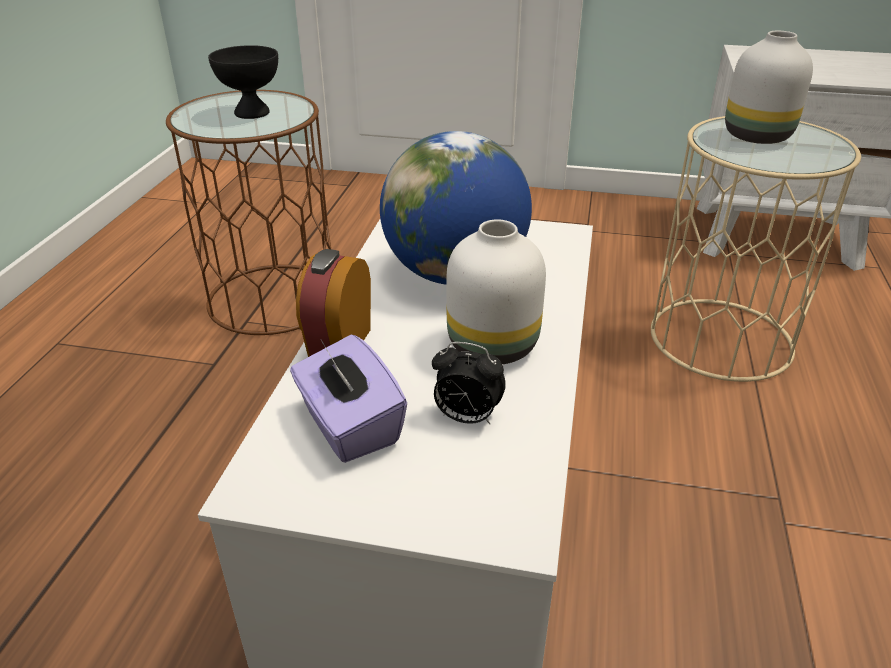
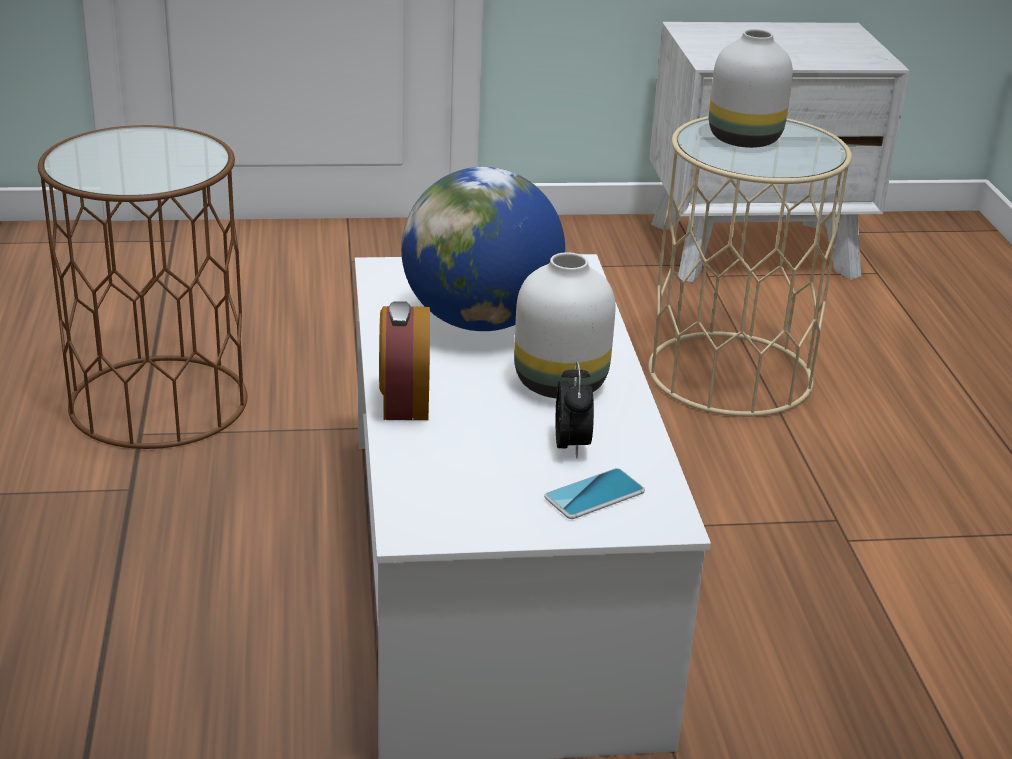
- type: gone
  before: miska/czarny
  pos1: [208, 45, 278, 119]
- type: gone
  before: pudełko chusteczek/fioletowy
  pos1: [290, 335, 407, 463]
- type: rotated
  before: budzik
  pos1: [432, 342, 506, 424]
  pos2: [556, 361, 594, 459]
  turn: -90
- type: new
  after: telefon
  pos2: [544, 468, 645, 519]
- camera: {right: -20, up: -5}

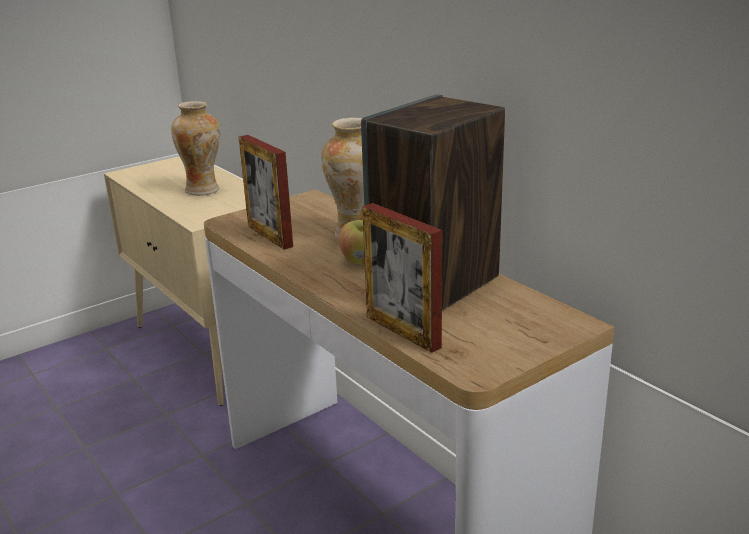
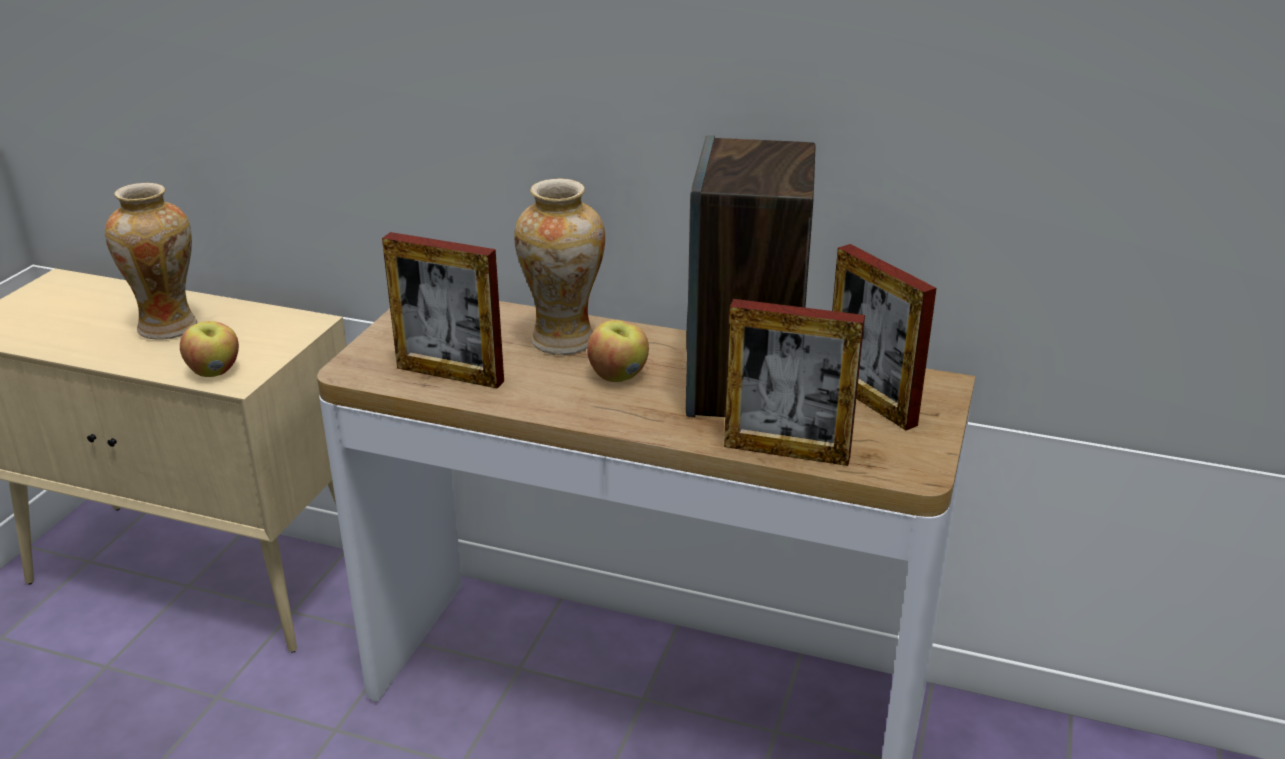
- type: new
  after: jabłko
  pos2: [180, 321, 239, 377]
- type: new
  after: ramka na zdjęcie
  pos2: [832, 244, 937, 430]
- camera: {right: -35, up: 5}

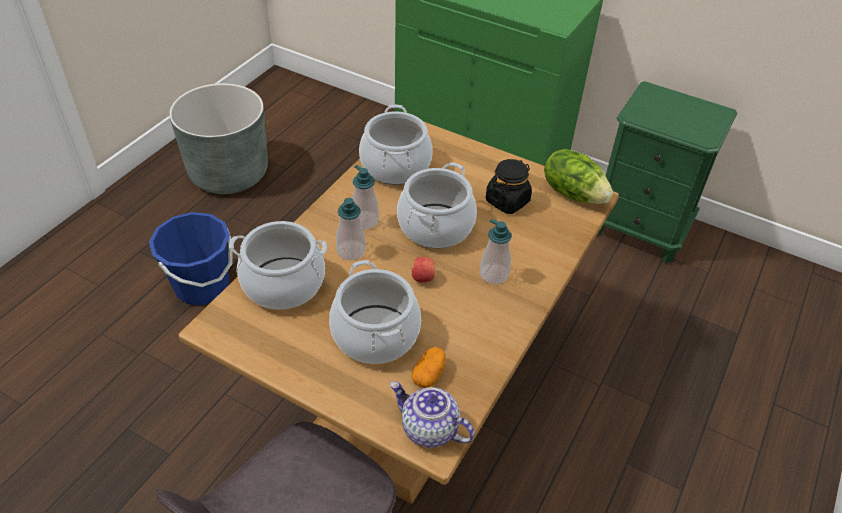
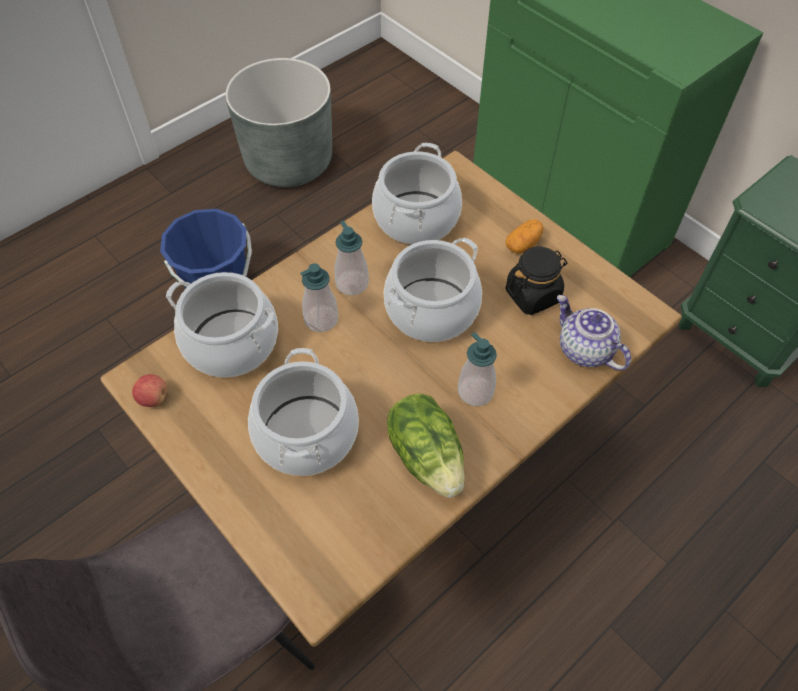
- type: shifted
  before: imbryk
  pos1: [390, 381, 475, 447]
  pos2: [557, 295, 631, 371]
- type: shifted
  before: jabłko
  pos1: [411, 257, 436, 283]
  pos2: [132, 374, 167, 407]
- type: shifted
  before: ziemniak
  pos1: [411, 347, 446, 388]
  pos2: [505, 219, 544, 254]
- type: shifted
  before: sałata
  pos1: [544, 149, 613, 204]
  pos2: [387, 393, 465, 498]
- camera: {right: 20, up: 10}

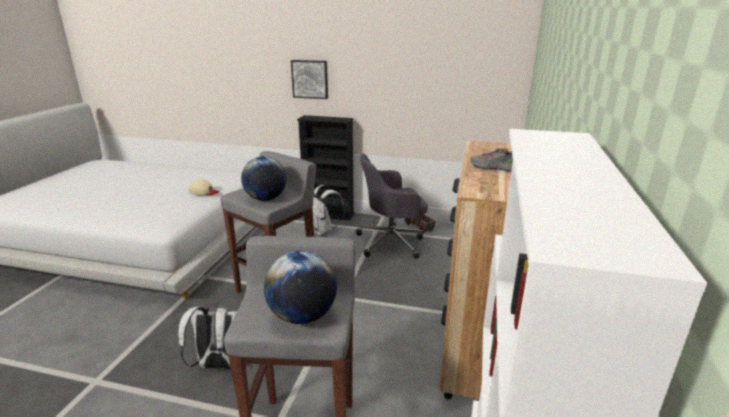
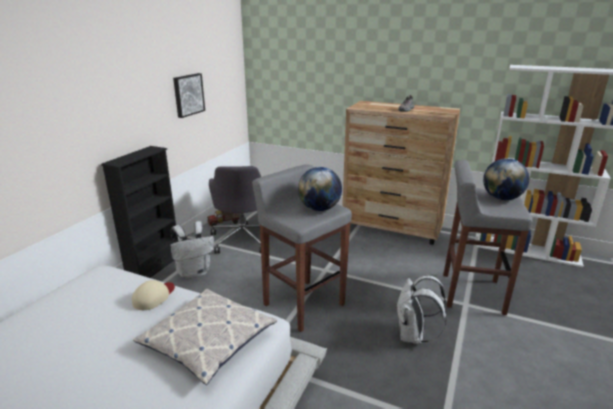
- type: shifted
  before: obraz
  pos1: [291, 60, 328, 99]
  pos2: [173, 73, 205, 118]
- type: new
  after: poduszka
  pos2: [133, 289, 277, 385]
- camera: {right: -80, up: 0}

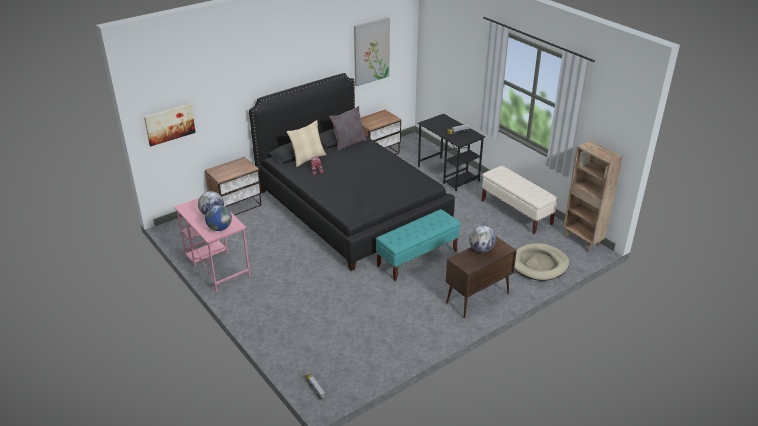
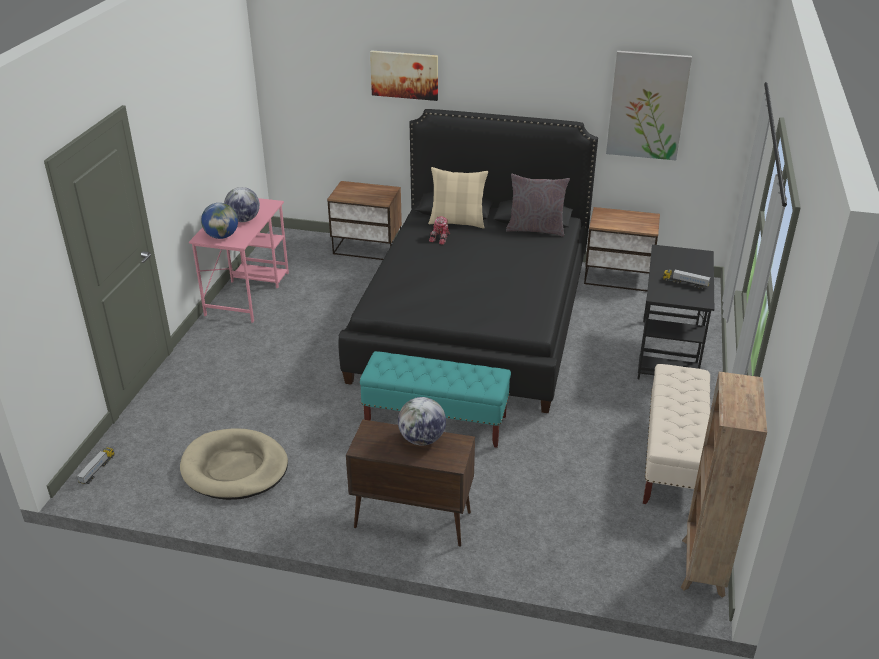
- type: shifted
  before: obraz
  pos1: [144, 104, 196, 146]
  pos2: [370, 50, 438, 101]
- type: shifted
  before: legowisko/beżowy
  pos1: [514, 243, 569, 281]
  pos2: [180, 428, 288, 500]
- camera: {right: 50, up: 0}

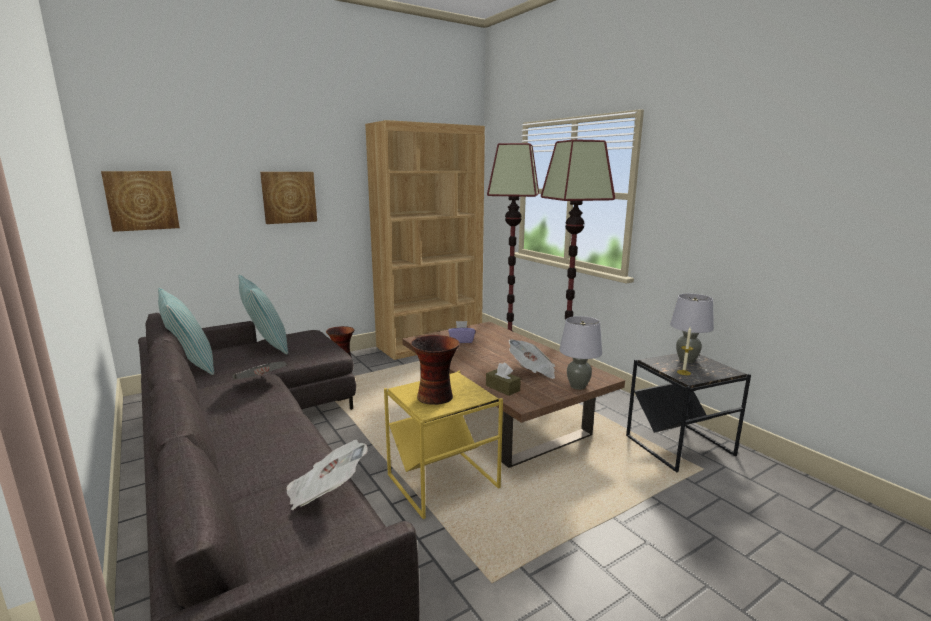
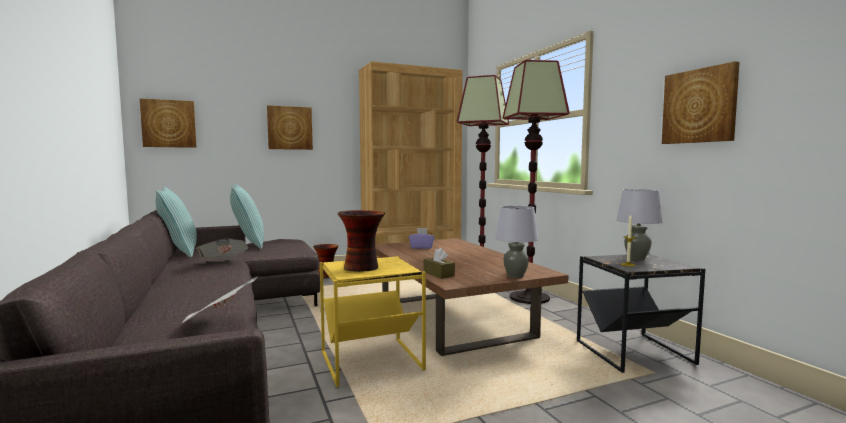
- type: gone
  before: gazeta
  pos1: [509, 339, 555, 379]
- type: new
  after: obraz
  pos2: [662, 61, 740, 144]
- camera: {right: 10, up: -10}

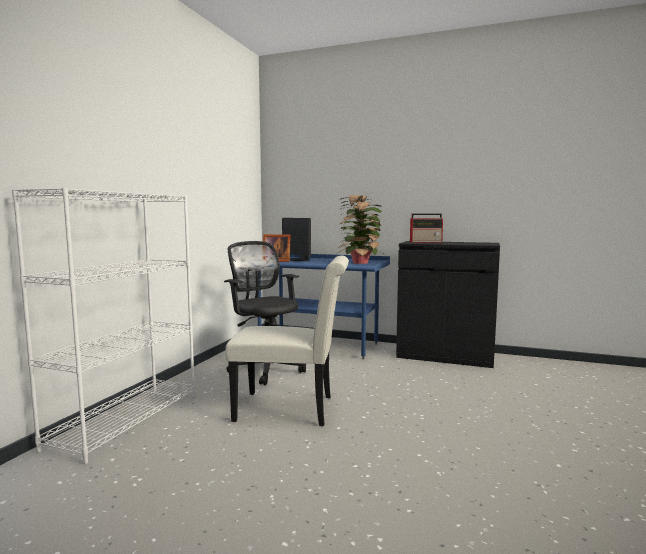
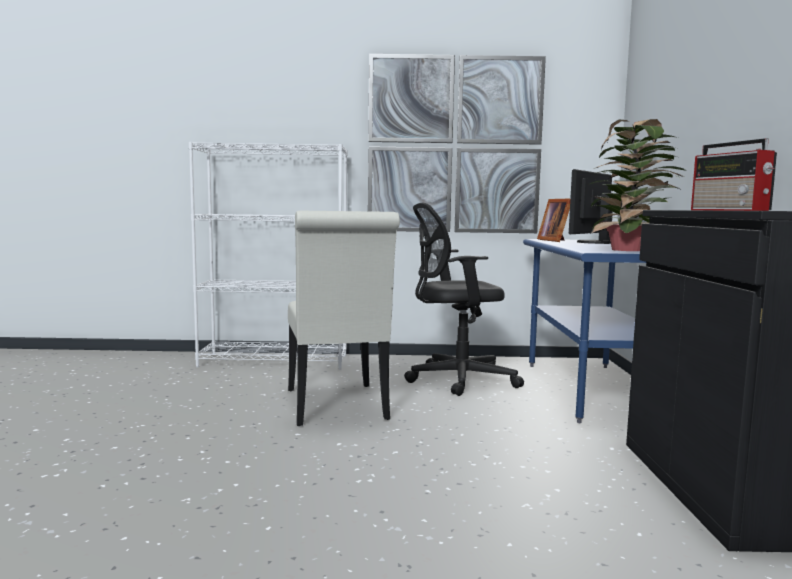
- type: rotated
  before: krzesło biurowe/czarny
  pos1: [224, 241, 306, 385]
  pos2: [404, 203, 524, 396]
  turn: -135
- type: new
  after: obraz
  pos2: [368, 54, 546, 233]
- camera: {right: 70, up: 0}

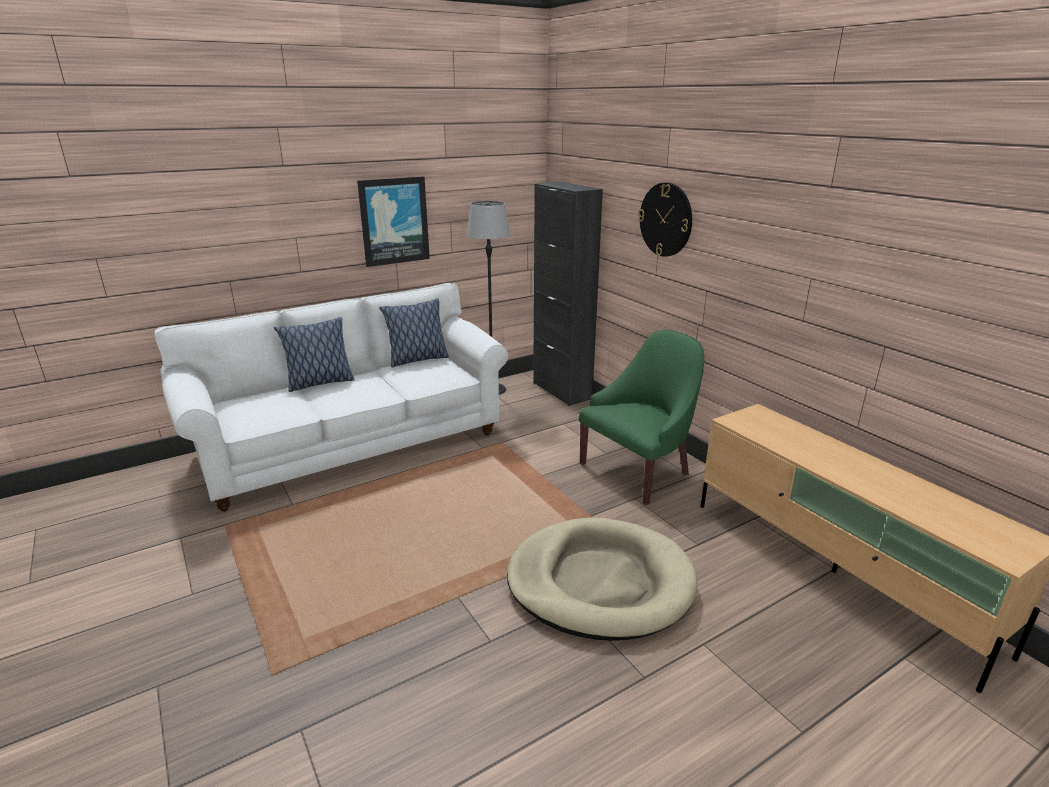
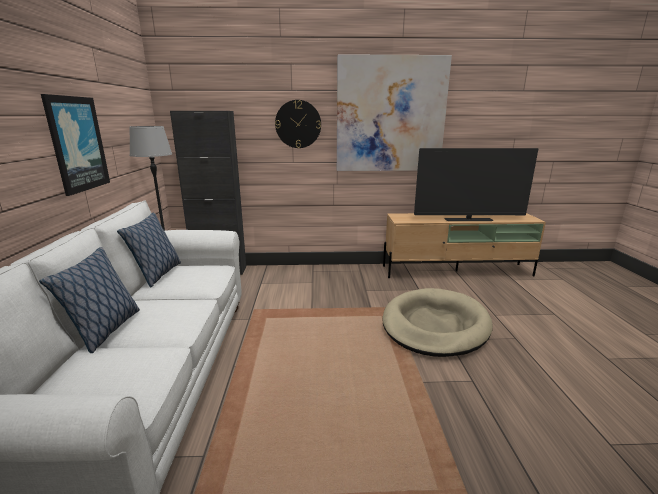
- type: gone
  before: fotel/zielony
  pos1: [579, 330, 704, 505]
- type: new
  after: obraz
  pos2: [337, 54, 452, 171]
- type: new
  after: telewizor
  pos2: [414, 148, 538, 221]
- camera: {right: -60, up: -5}

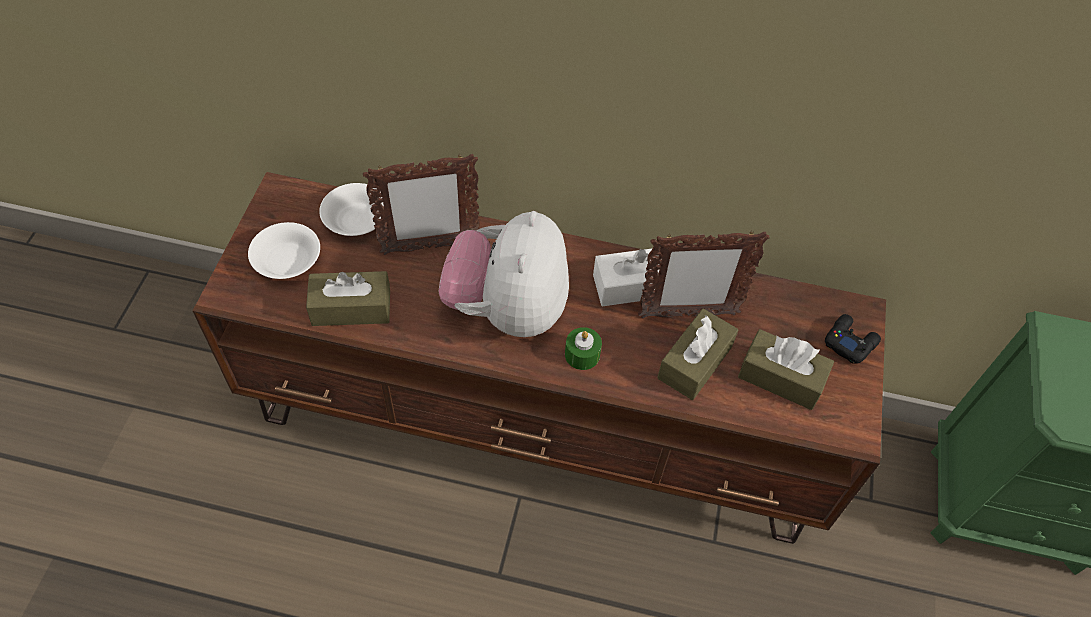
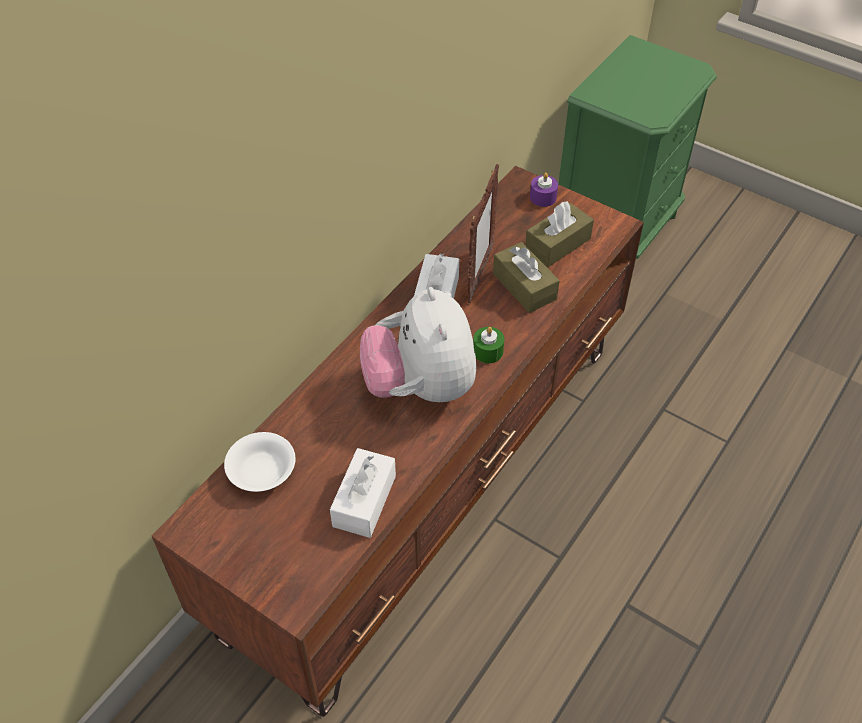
- type: gone
  before: miska/biały
  pos1: [248, 222, 320, 279]
- type: repainted
  before: pudełko chusteczek/brązowy
  after: pudełko chusteczek/biały
  pos1: [306, 271, 390, 326]
  pos2: [330, 448, 396, 538]
- type: gone
  before: ramka na zdjęcie
  pos1: [363, 154, 480, 255]
- type: rotated
  before: pluszak
  pos1: [439, 211, 569, 337]
  pos2: [360, 287, 477, 402]
  turn: 45
- type: swapped
  before: pad do gier/czarny
  after: świeca/fioletowy
  pos1: [825, 314, 881, 364]
  pos2: [530, 172, 558, 207]
- camera: {right: -65, up: -5}

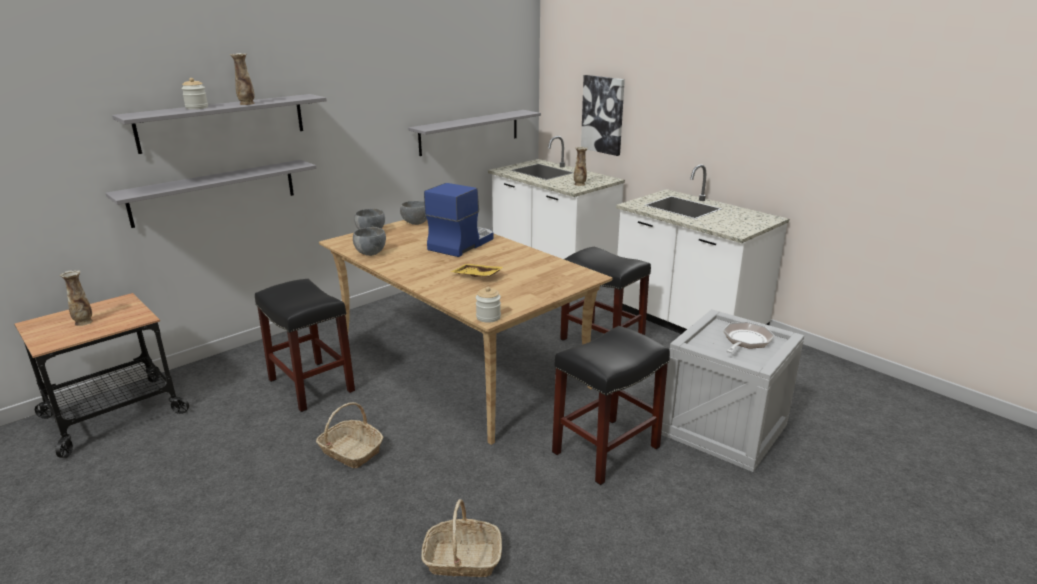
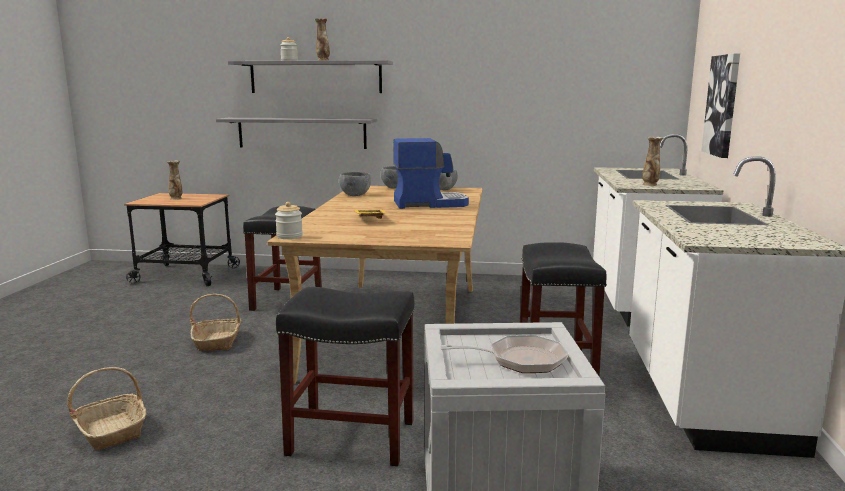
- type: gone
  before: półka/szary
  pos1: [408, 110, 541, 156]
- camera: {right: 50, up: -10}

